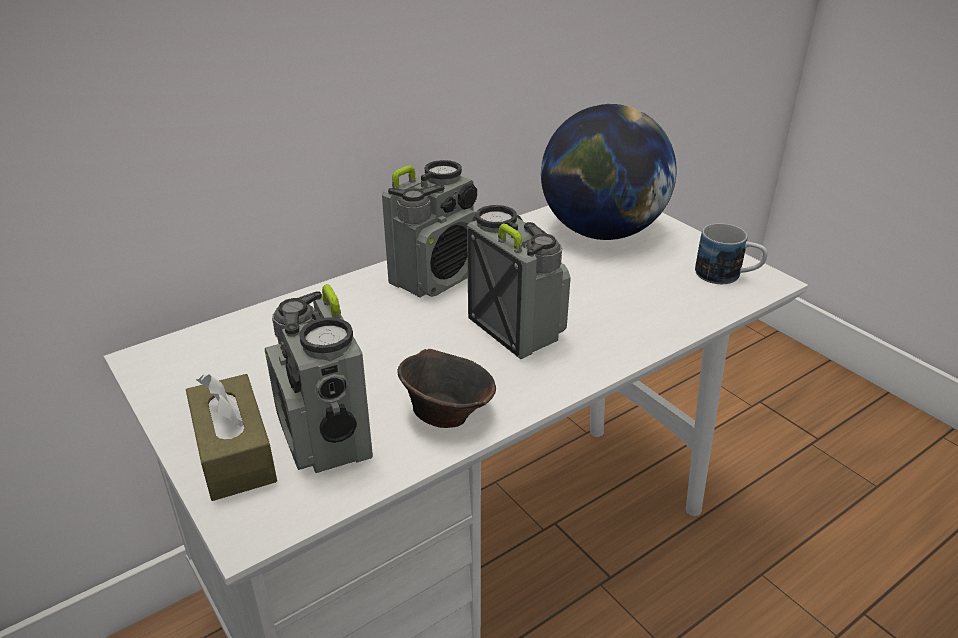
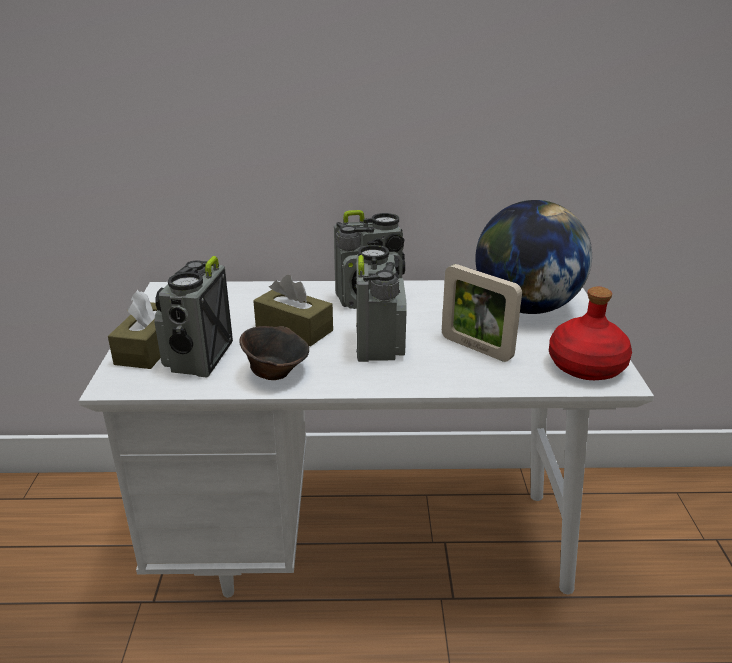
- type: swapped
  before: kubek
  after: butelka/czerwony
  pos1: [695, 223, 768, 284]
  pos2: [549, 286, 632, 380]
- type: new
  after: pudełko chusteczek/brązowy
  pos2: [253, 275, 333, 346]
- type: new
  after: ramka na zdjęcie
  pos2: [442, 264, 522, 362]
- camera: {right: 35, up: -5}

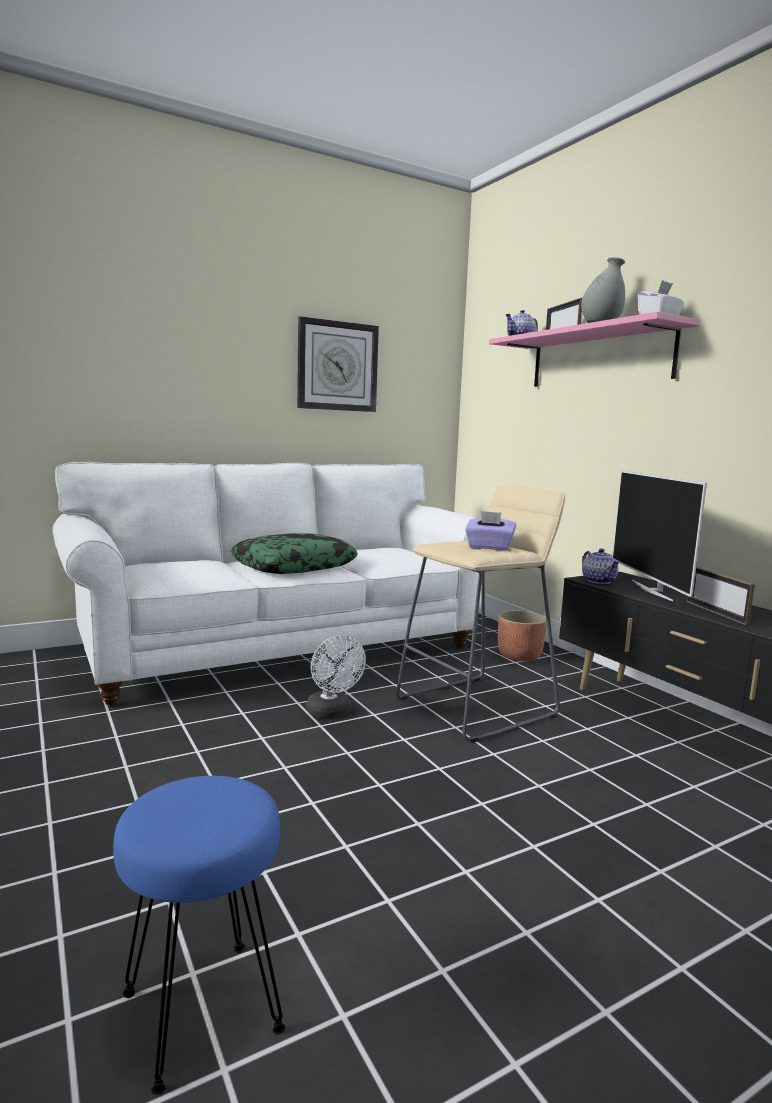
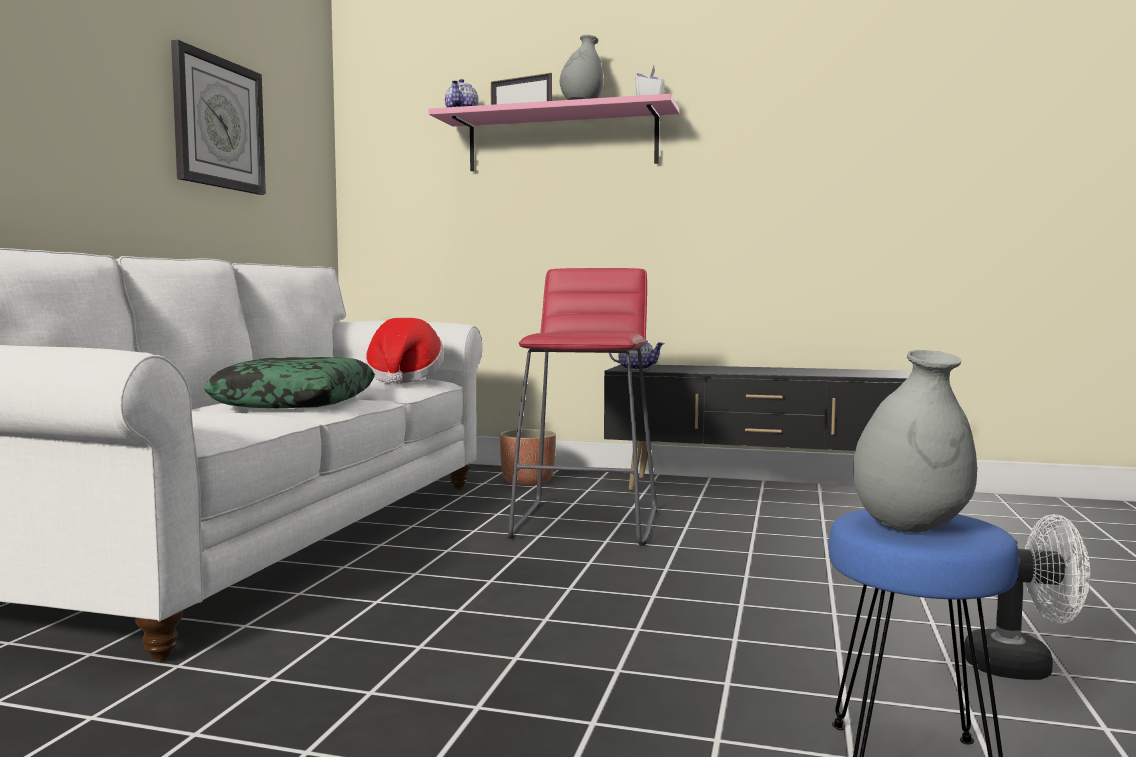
- type: shifted
  before: wentylator/biały
  pos1: [307, 635, 366, 718]
  pos2: [964, 514, 1090, 680]
- type: repainted
  before: stołek/beżowy
  after: stołek/czerwony
  pos1: [396, 485, 565, 742]
  pos2: [508, 268, 658, 546]
- type: gone
  before: pudełko chusteczek/fioletowy
  pos1: [465, 511, 516, 550]
- type: gone
  before: telewizor
  pos1: [612, 470, 707, 601]
- type: gone
  before: ramka na zdjęcie
  pos1: [686, 566, 755, 625]
- type: new
  after: kapelusz
  pos2: [366, 318, 444, 383]
- type: new
  after: wazon/szary
  pos2: [853, 350, 977, 533]
- camera: {right: -45, up: -5}

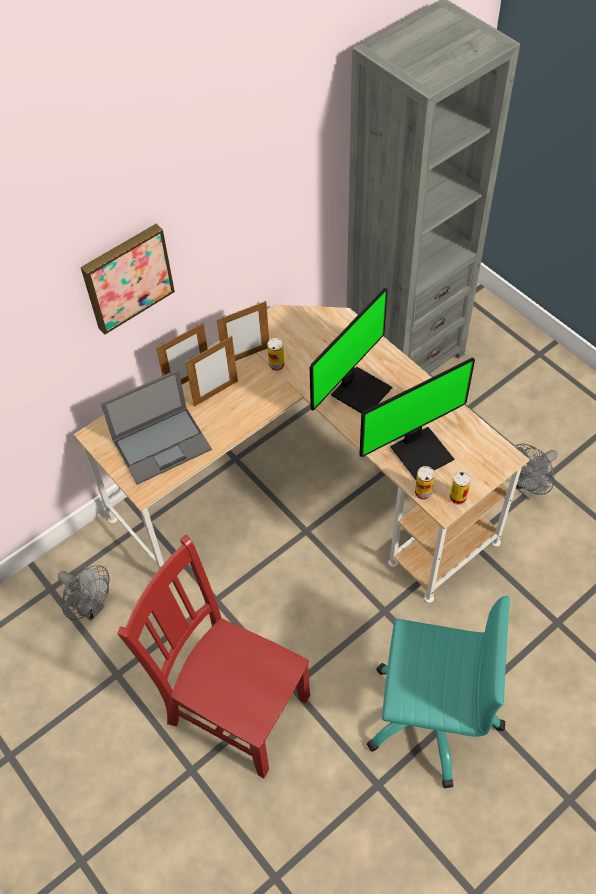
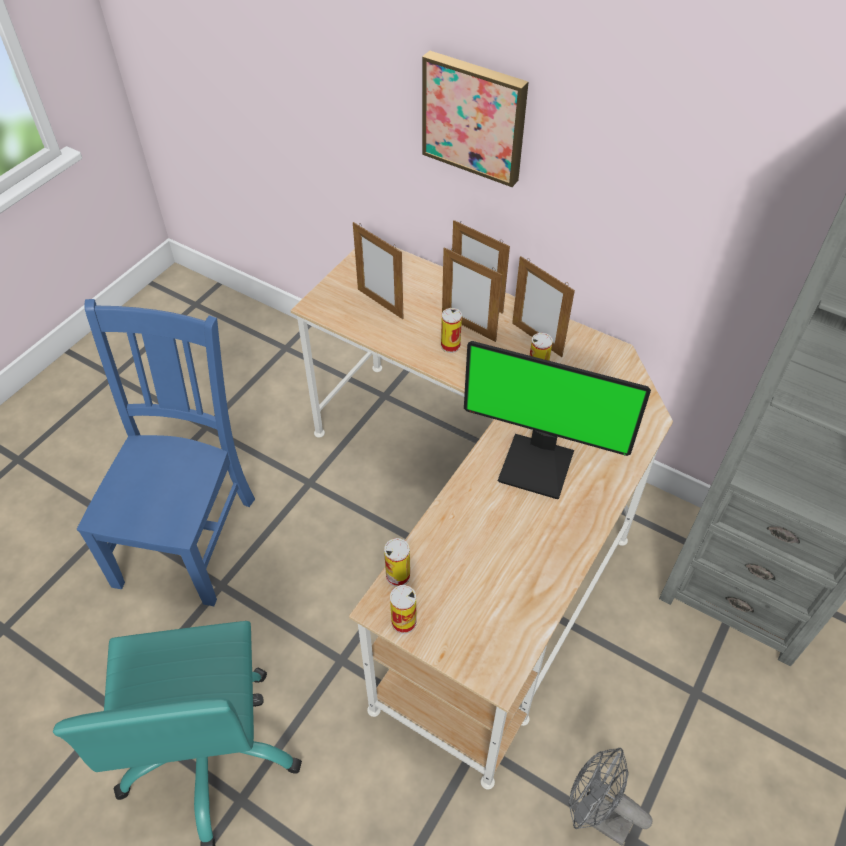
- type: gone
  before: wentylator/szary
  pos1: [58, 565, 110, 621]
- type: swapped
  before: laptop
  after: ramka na zdjęcie
  pos1: [101, 369, 212, 485]
  pos2: [353, 222, 404, 319]
- type: repainted
  before: krzesło/czerwony
  after: krzesło/niebieski
  pos1: [117, 535, 310, 778]
  pos2: [77, 299, 255, 606]
- type: gone
  before: monitor
  pos1: [359, 358, 475, 480]
- type: new
  after: puszka
  pos2: [441, 308, 462, 353]
- camera: {right: 70, up: -5}

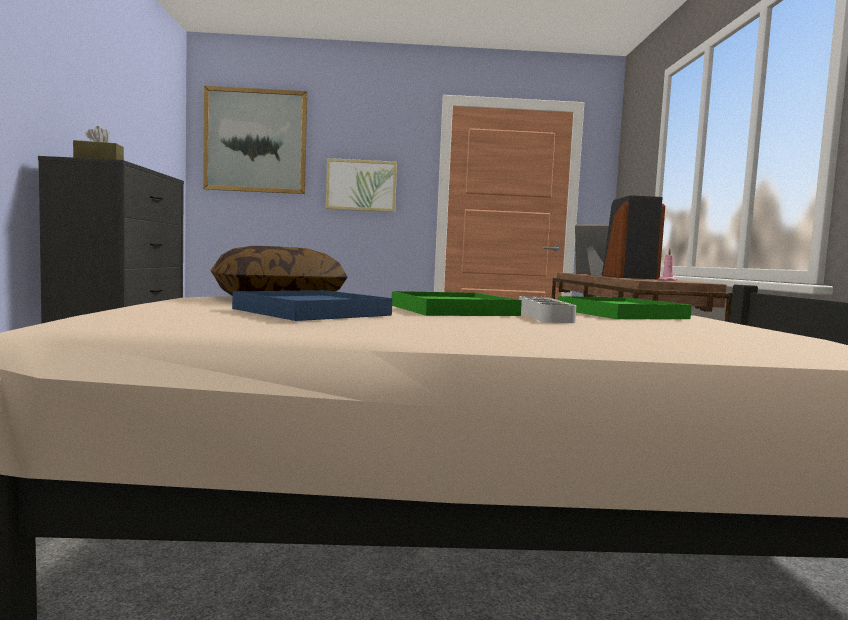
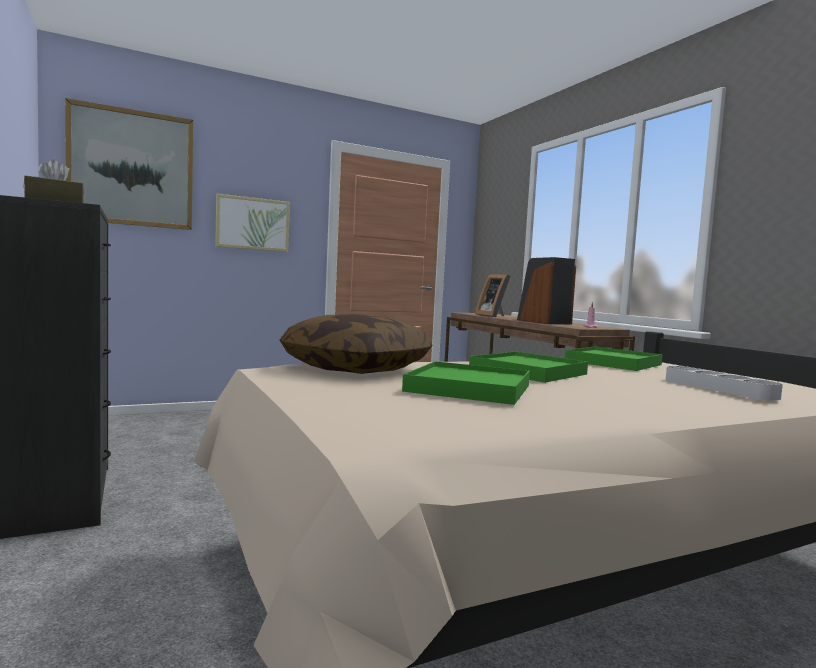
- type: repainted
  before: taca/niebieski
  after: taca/zielony
  pos1: [232, 290, 392, 321]
  pos2: [402, 361, 530, 405]
- type: shifted
  before: taca/szary
  pos1: [519, 296, 576, 323]
  pos2: [666, 366, 783, 401]
- type: rotated
  before: ramka na zdjęcie
  pos1: [575, 224, 609, 275]
  pos2: [475, 274, 510, 317]
  turn: -120
- camera: {right: -25, up: 0}

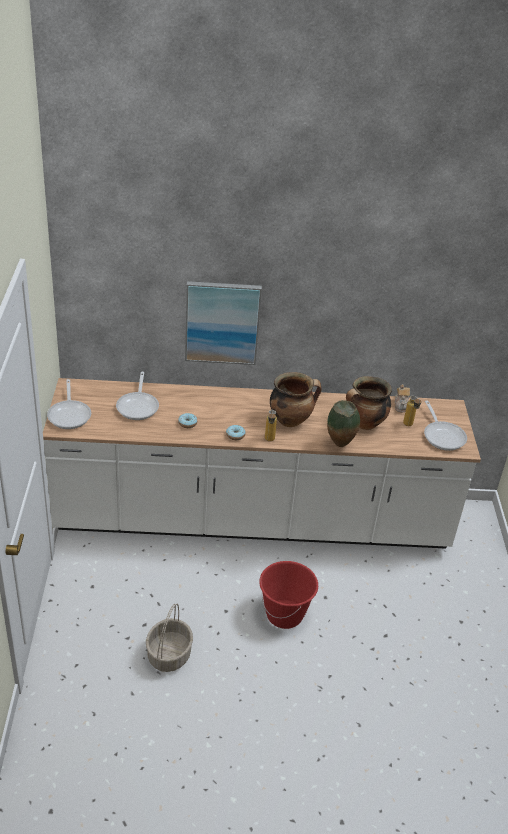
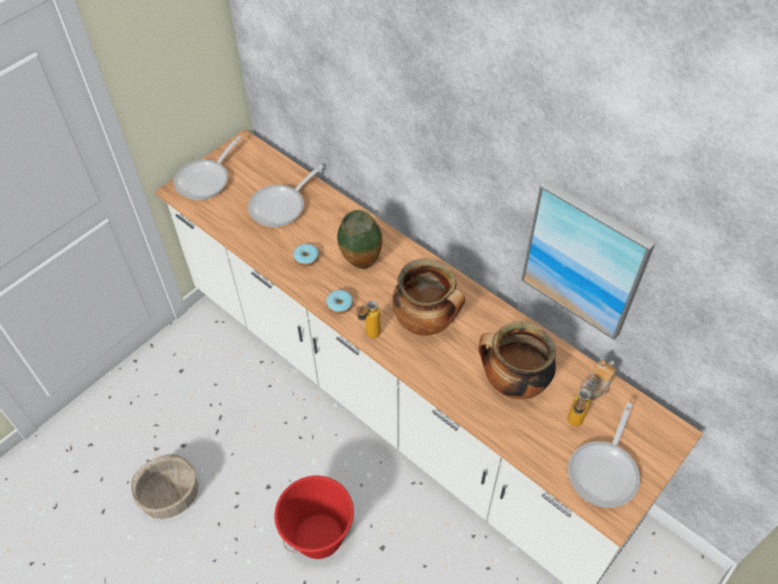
- type: shifted
  before: obraz
  pos1: [185, 281, 262, 365]
  pos2: [521, 180, 655, 340]
- type: shifted
  before: wazon
  pos1: [327, 400, 360, 447]
  pos2: [337, 210, 383, 269]
- camera: {right: 45, up: 15}

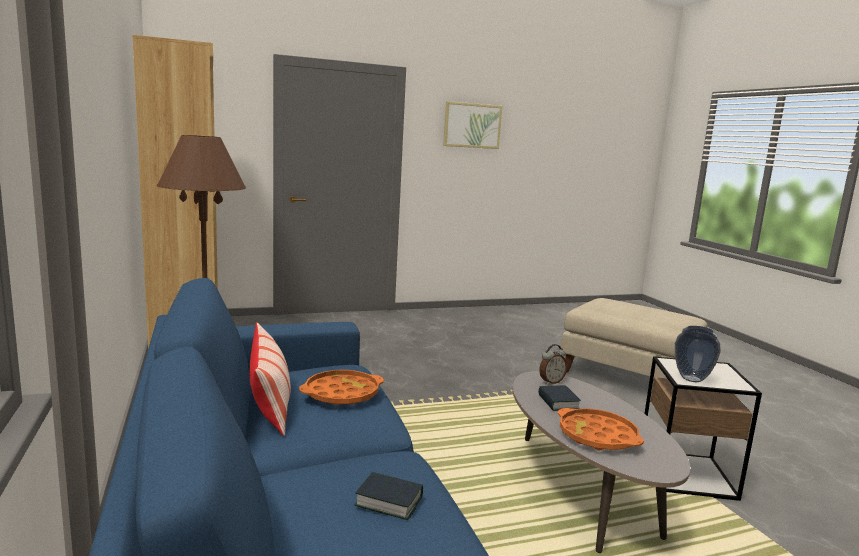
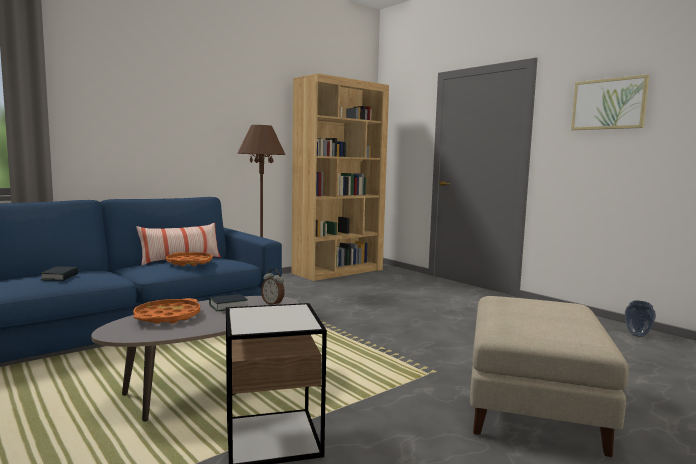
- type: shifted
  before: wazon
  pos1: [675, 326, 721, 382]
  pos2: [625, 301, 656, 337]
- camera: {right: 70, up: -5}

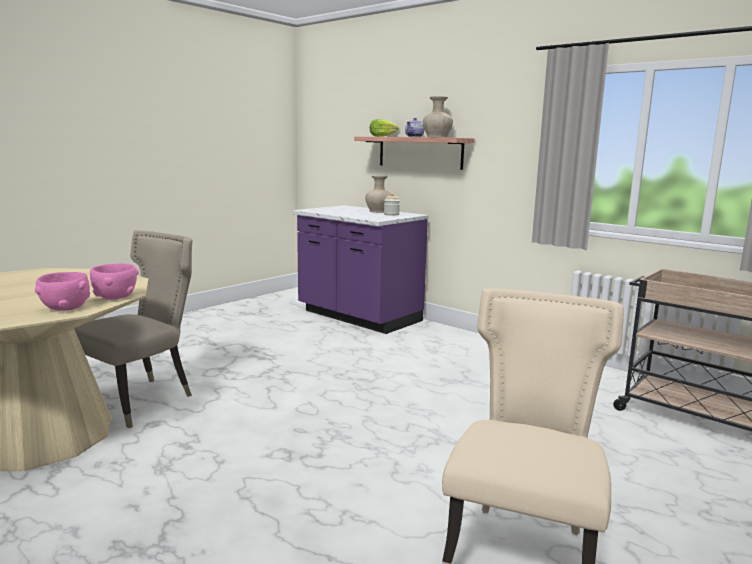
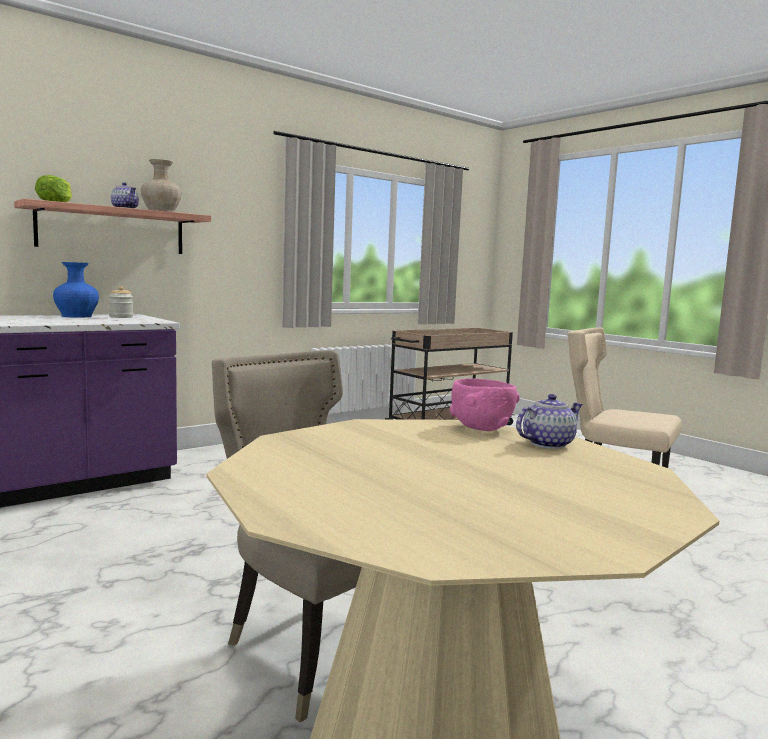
- type: swapped
  before: miska/różowy
  after: imbryk
  pos1: [35, 272, 90, 311]
  pos2: [516, 394, 583, 449]
- type: repainted
  before: wazon/beżowy
  after: wazon/niebieski
  pos1: [365, 175, 391, 213]
  pos2: [53, 262, 99, 318]
- camera: {right: -80, up: -5}

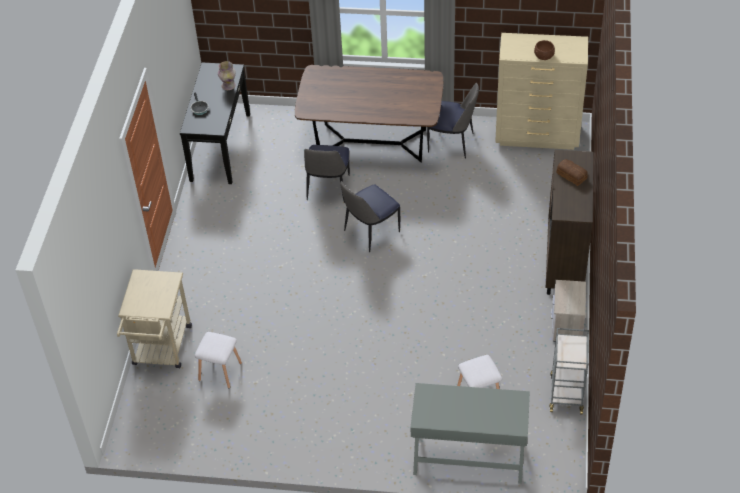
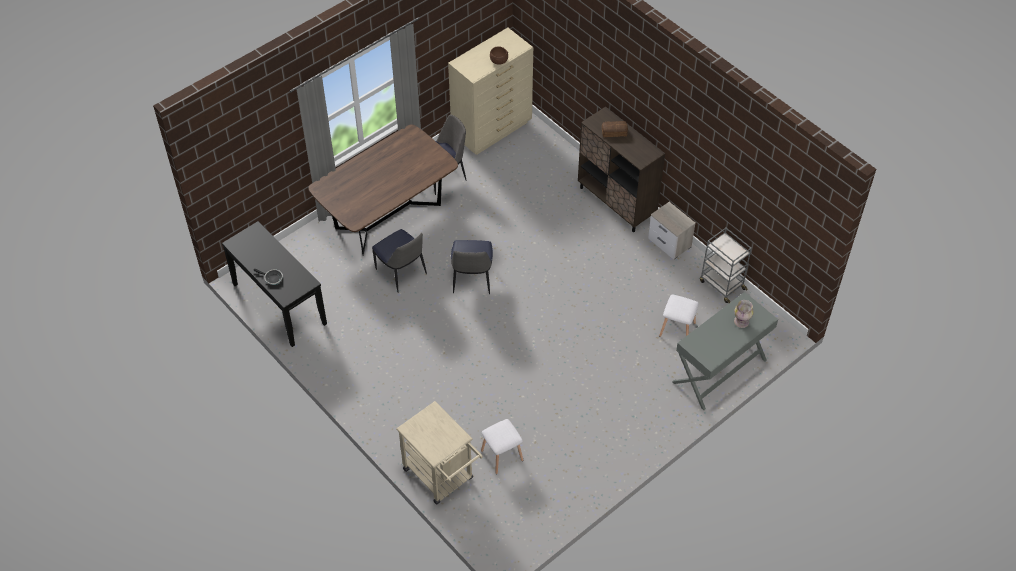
- type: shifted
  before: wazon
  pos1: [218, 61, 236, 90]
  pos2: [734, 300, 754, 328]
- camera: {right: -50, up: 5}

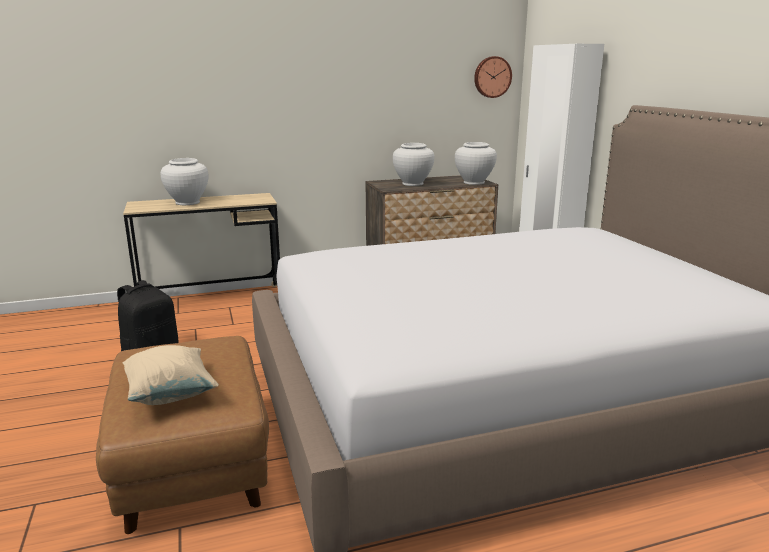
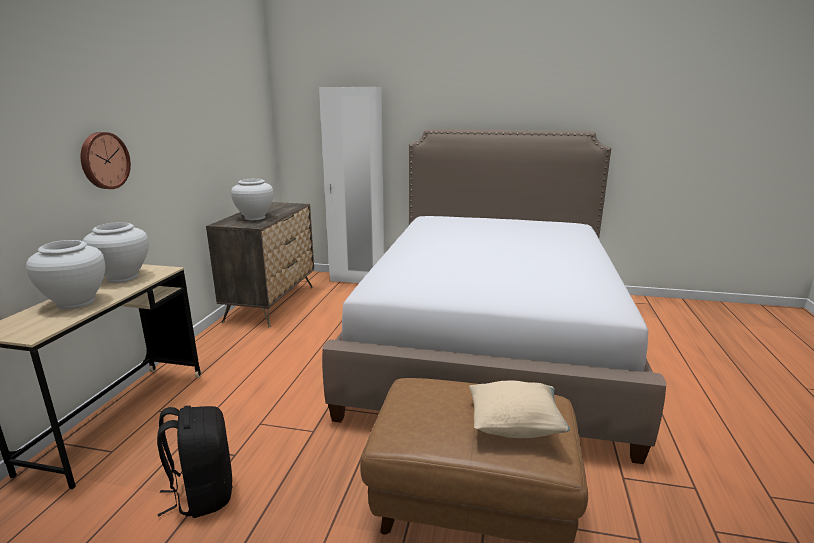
- type: shifted
  before: wazon/biały
  pos1: [455, 142, 497, 185]
  pos2: [82, 222, 149, 283]
- type: shifted
  before: zegar ścienny
  pos1: [474, 56, 512, 98]
  pos2: [80, 132, 131, 189]
- camera: {right: -60, up: 0}

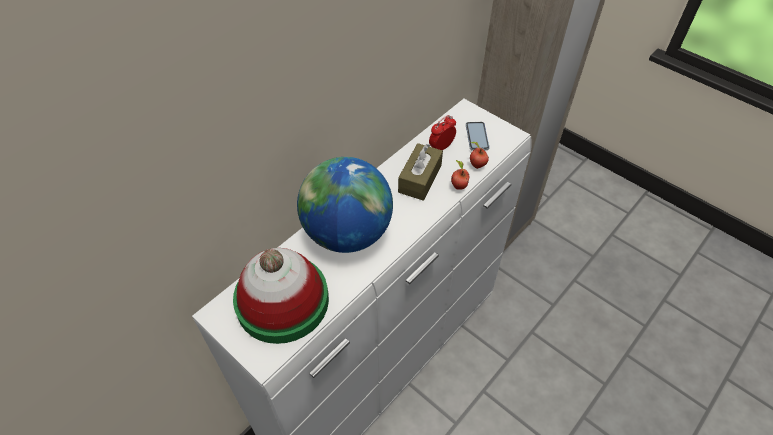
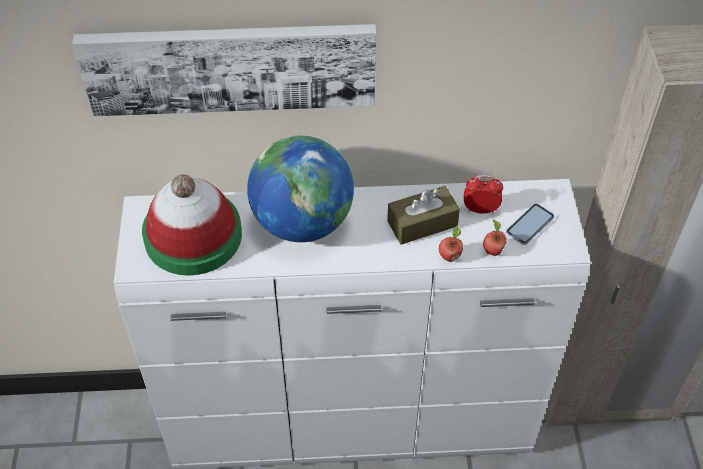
- type: new
  after: obraz
  pos2: [72, 24, 376, 116]
- camera: {right: 45, up: 0}

